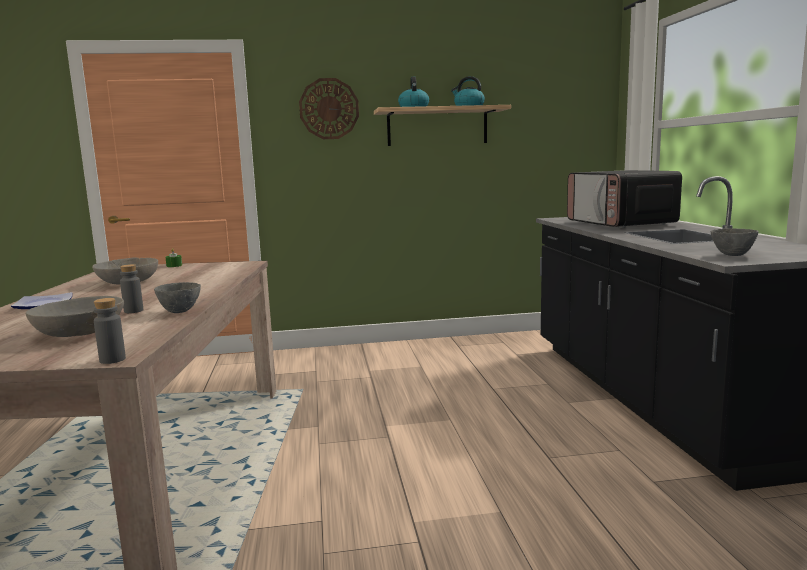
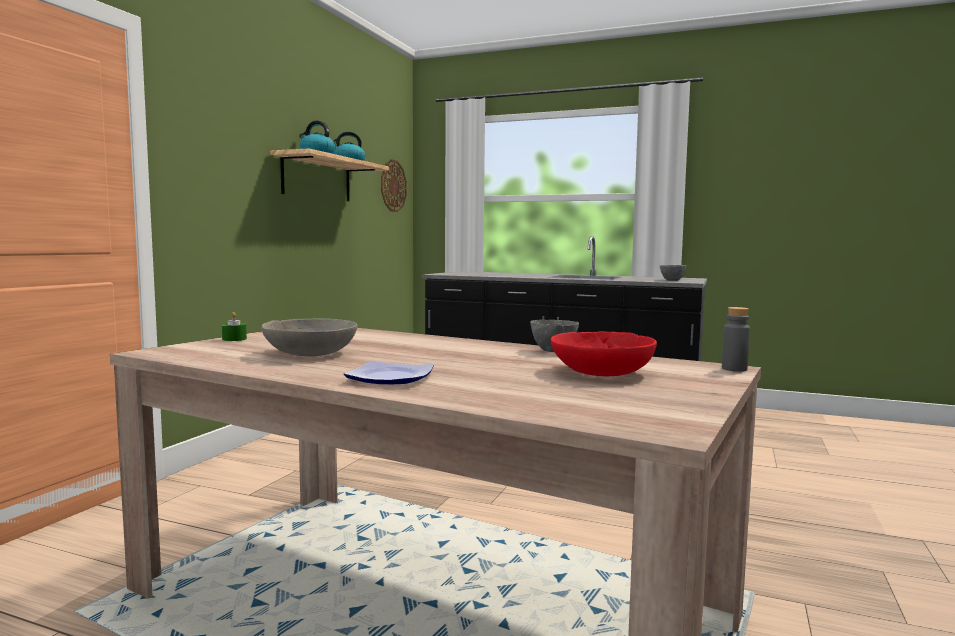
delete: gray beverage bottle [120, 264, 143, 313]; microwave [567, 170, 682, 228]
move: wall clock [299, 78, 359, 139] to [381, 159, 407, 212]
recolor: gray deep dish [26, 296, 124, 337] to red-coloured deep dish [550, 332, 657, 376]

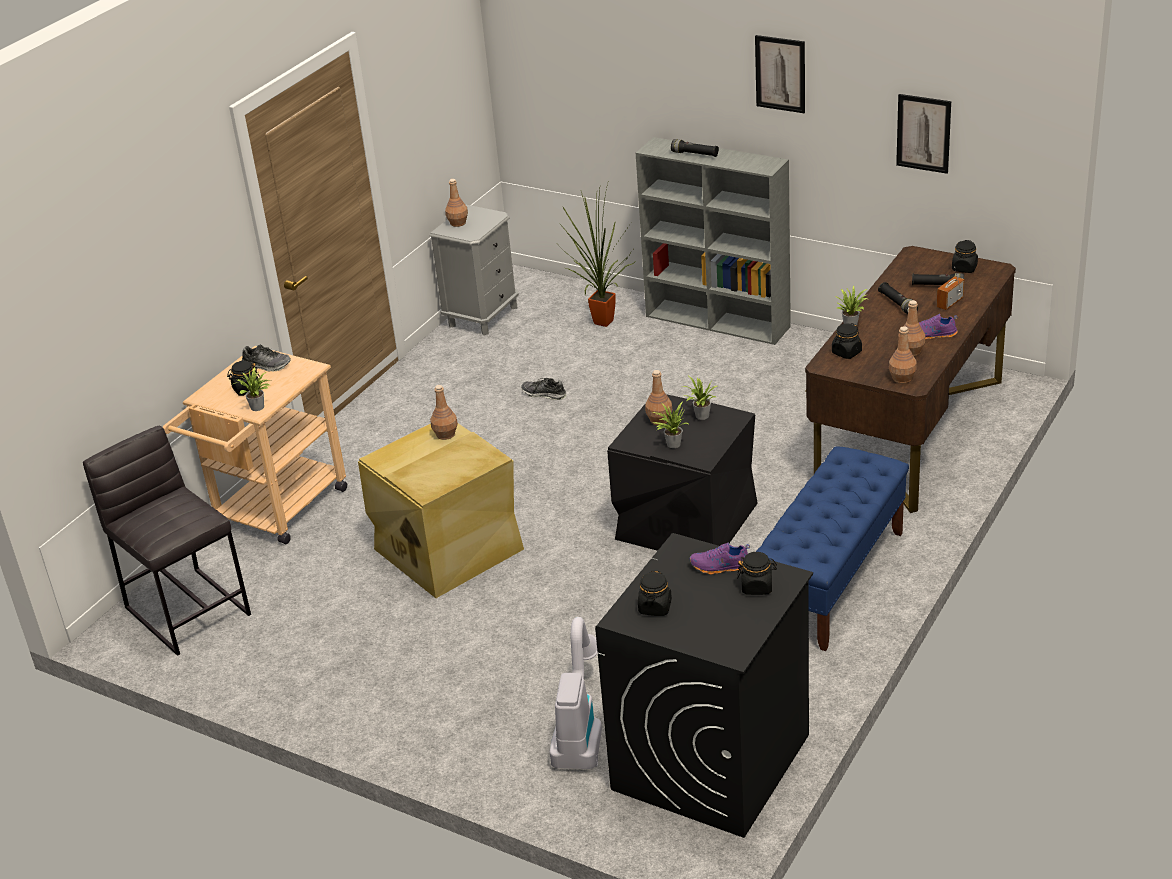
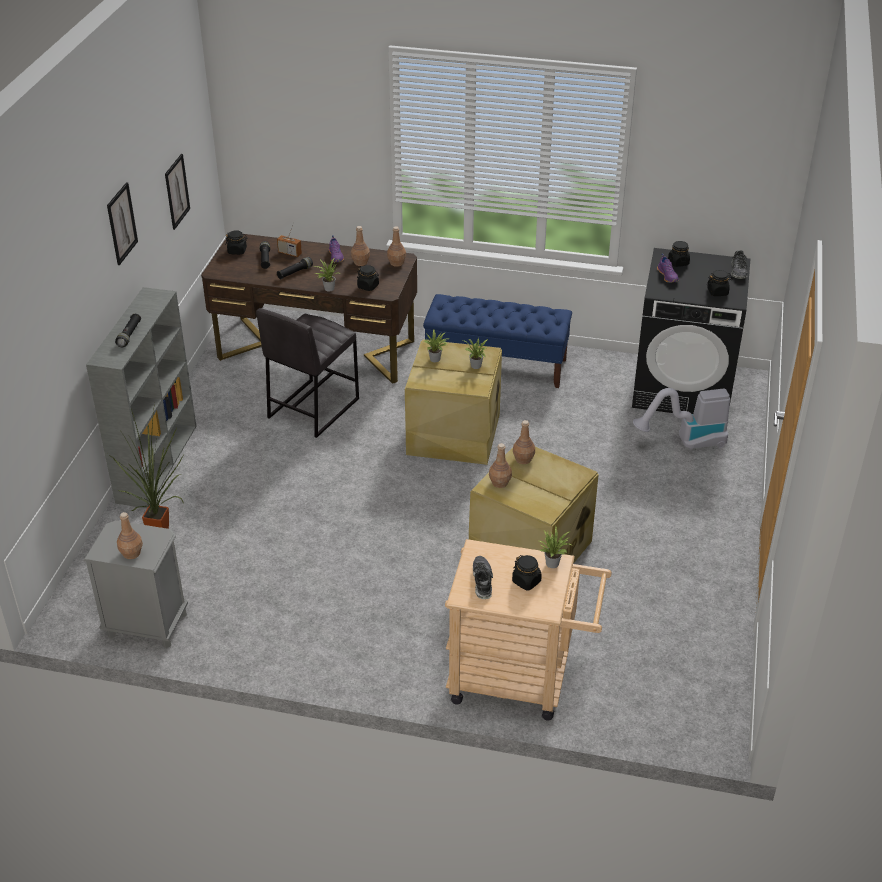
move: gray stool seat [83, 426, 251, 656] to [256, 308, 359, 438]; low shoe [521, 378, 567, 400] to [731, 250, 748, 279]; brown beverage bottle [645, 370, 672, 425] to [513, 420, 535, 464]
recolor: blackish storage box [607, 394, 758, 551] to beige storage box [405, 339, 502, 465]

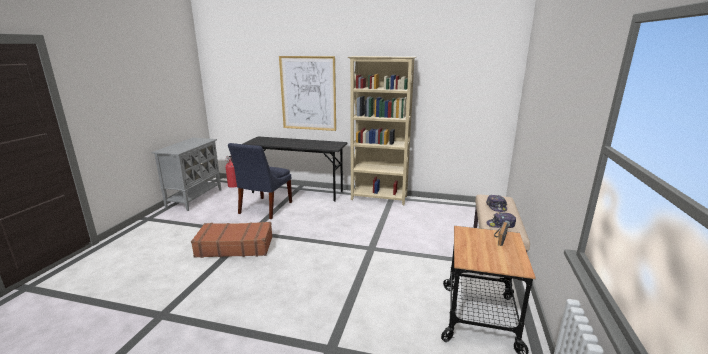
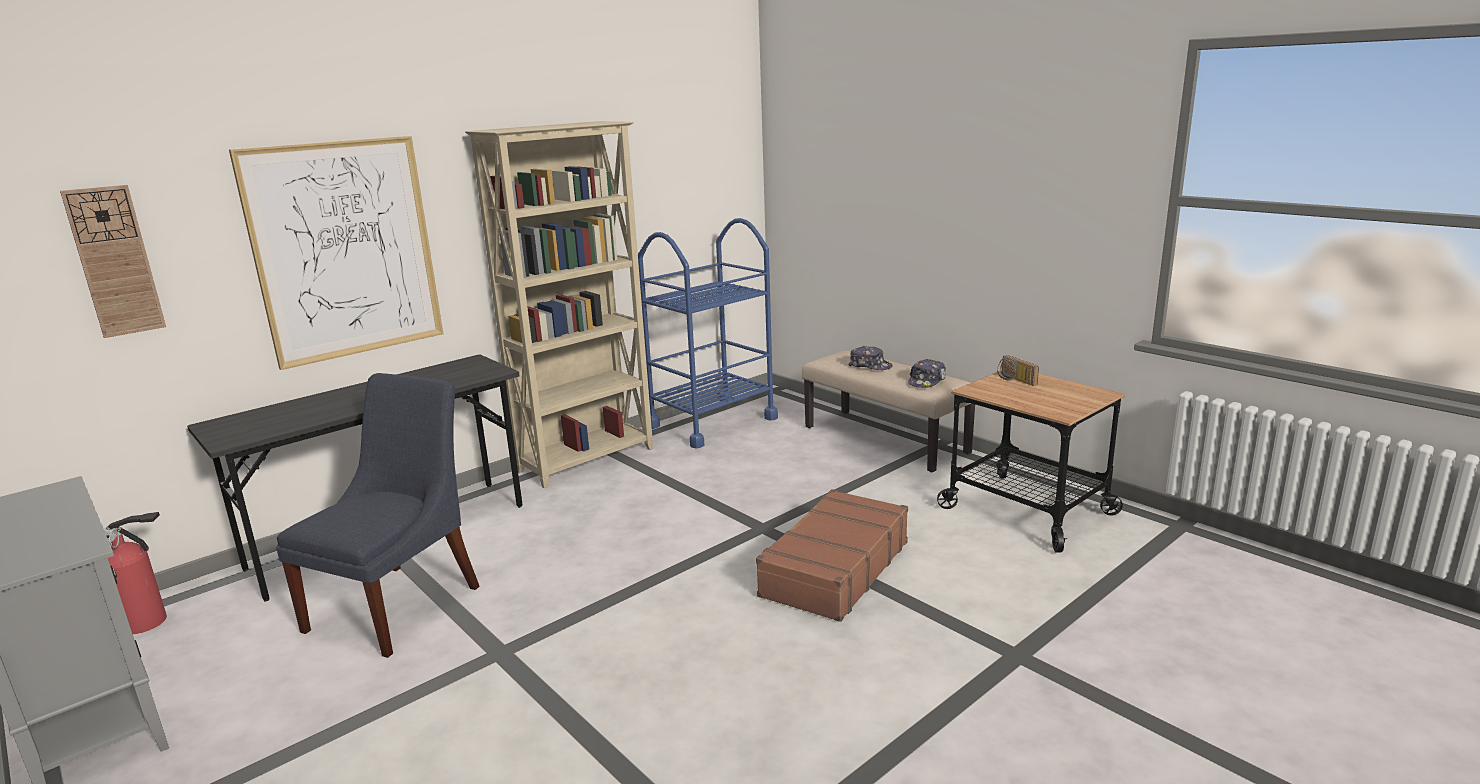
insert: wall clock [60, 185, 166, 338]; bluish wheeled cart [638, 218, 778, 449]
move: brown travel case [191, 222, 273, 258] to [756, 489, 908, 622]
rotate: bluish chair [228, 143, 292, 219] = [276, 373, 479, 658] 120 degrees counterclockwise

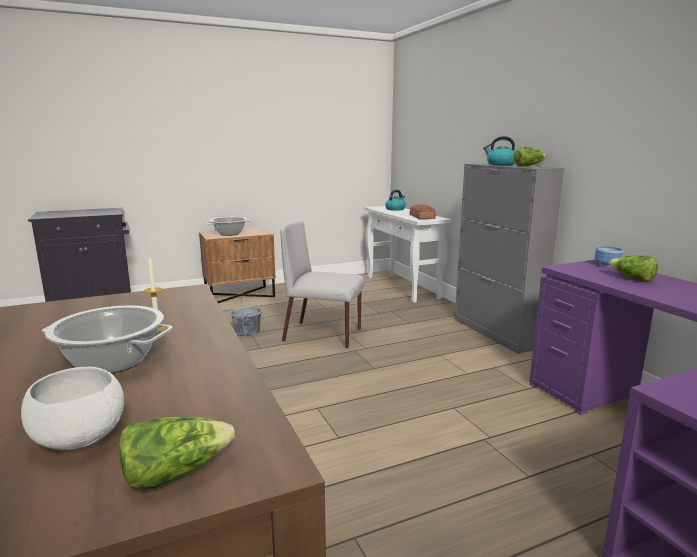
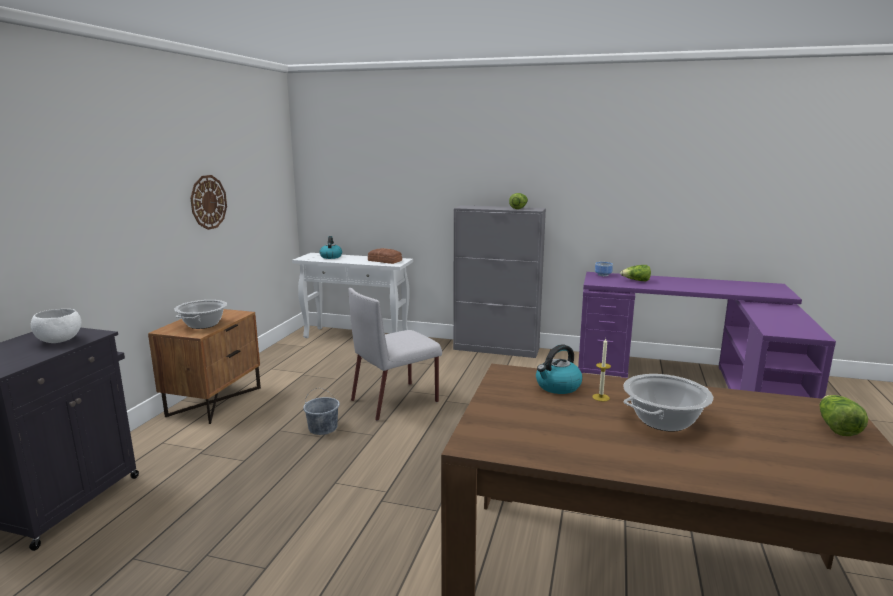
insert: wall clock [190, 175, 227, 230]
move: white-coloured deep dish [21, 367, 124, 450] to [31, 309, 81, 343]; tea kettle [483, 136, 515, 165] to [536, 344, 583, 394]

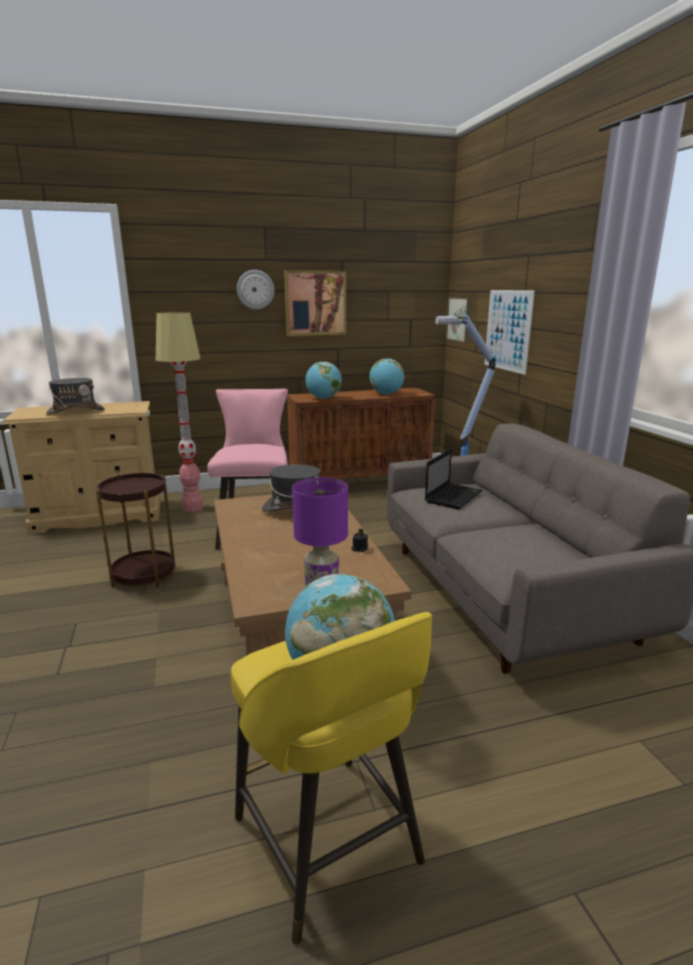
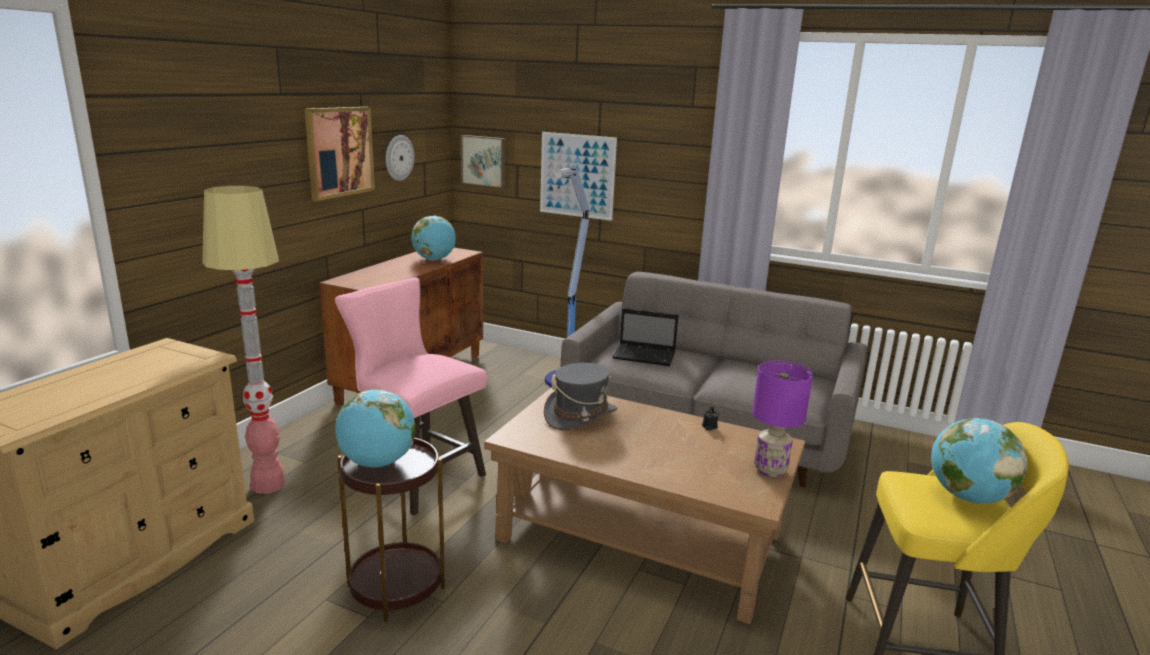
delete: gray hat [46, 378, 105, 415]
move: wall clock [237, 270, 274, 309] to [386, 135, 414, 181]; world globe [305, 362, 342, 399] to [335, 389, 416, 467]
rotate: portable computer [425, 449, 483, 509] = [612, 308, 678, 366] 120 degrees clockwise

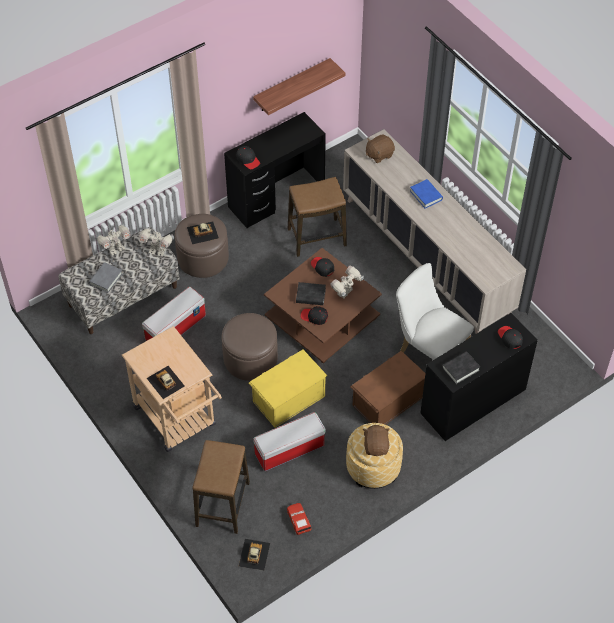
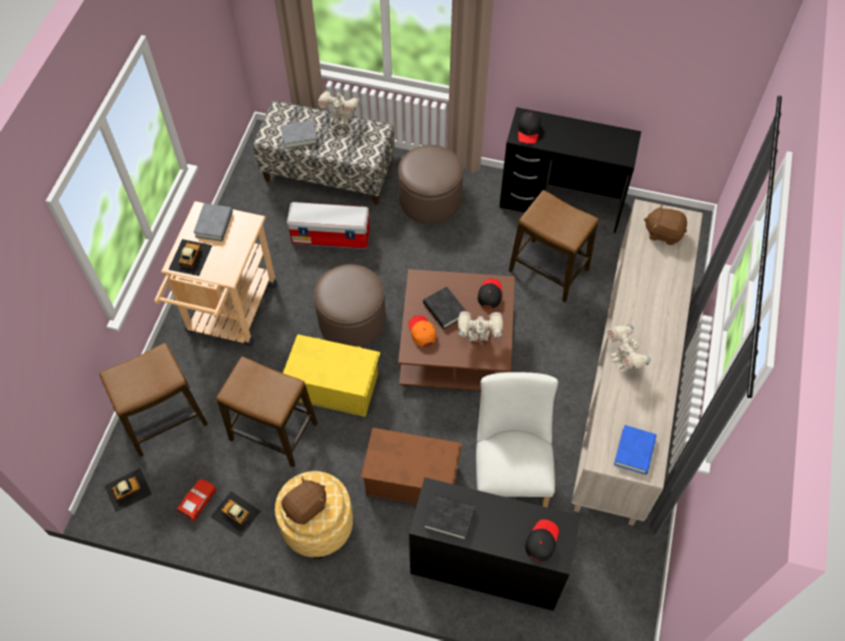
delete: bracket shelf [253, 58, 346, 115]
insert: gray bound book [193, 203, 233, 241]
move: robot figure [139, 227, 174, 256] to [607, 324, 651, 372]; toy car [187, 222, 219, 244] to [210, 491, 261, 538]; bluish bound book [410, 179, 443, 208] to [614, 425, 657, 474]
replace: storage box [253, 412, 326, 471] to stool seat [217, 357, 318, 467]
recolor: blackish peaked cap [300, 306, 328, 325] to orange-coloured peaked cap [409, 315, 436, 347]

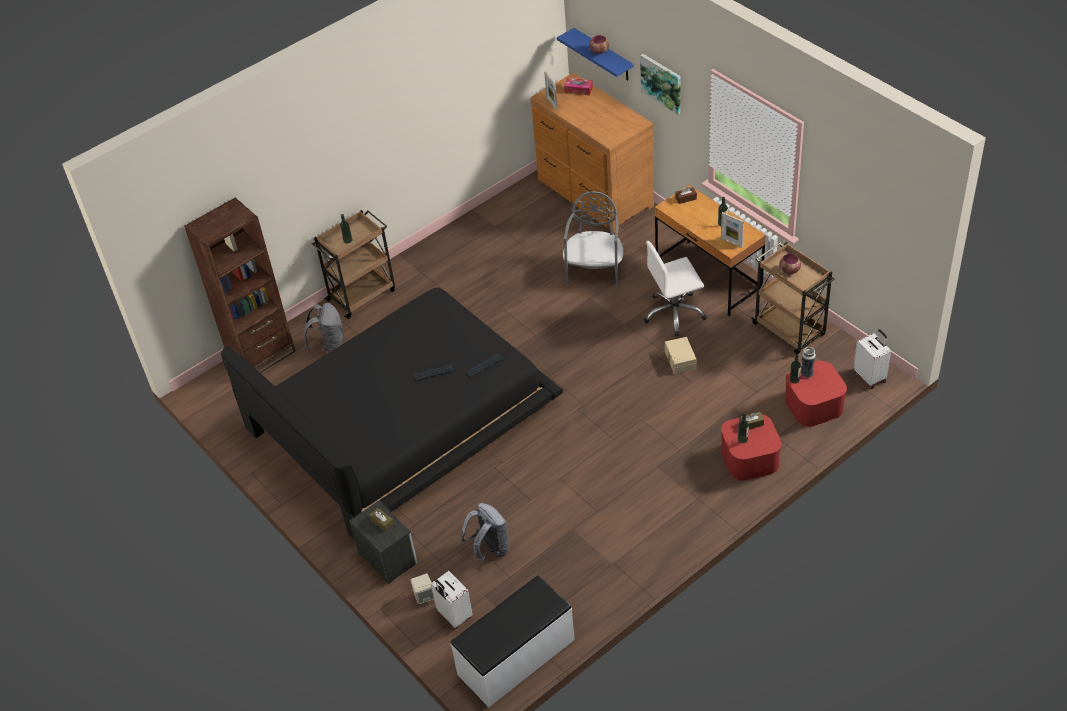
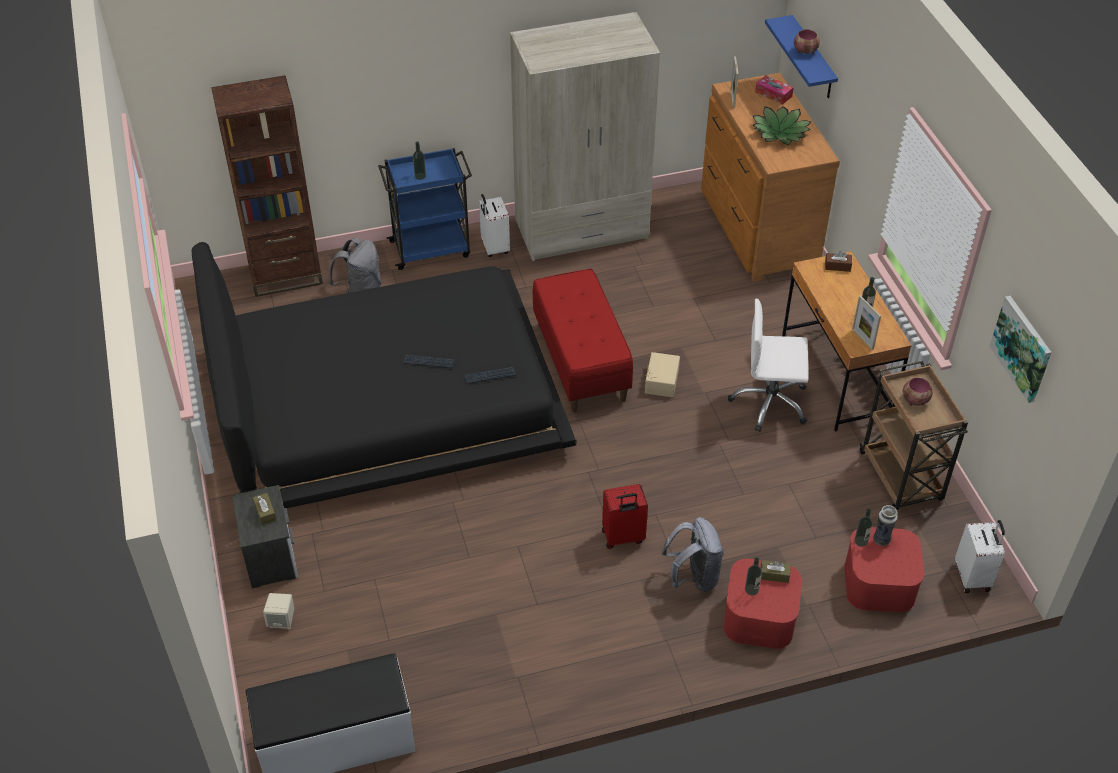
delete: gray chair [563, 191, 623, 288]
insert: beige armoire [510, 12, 660, 261]; red-coloured indoor bench [532, 269, 633, 412]; red-coloured travel case [602, 484, 648, 549]; potted plant [753, 106, 811, 145]
move: white-coloured travel case [431, 571, 473, 629] to [479, 194, 510, 257]; gray rucksack [461, 503, 509, 563] to [662, 517, 724, 592]; wall picture [640, 54, 680, 115] to [990, 296, 1052, 403]; beige storage box [665, 337, 696, 374] to [645, 352, 680, 397]
recolor: brown wheeled cart [311, 210, 395, 319] to bluish wheeled cart [378, 148, 472, 270]

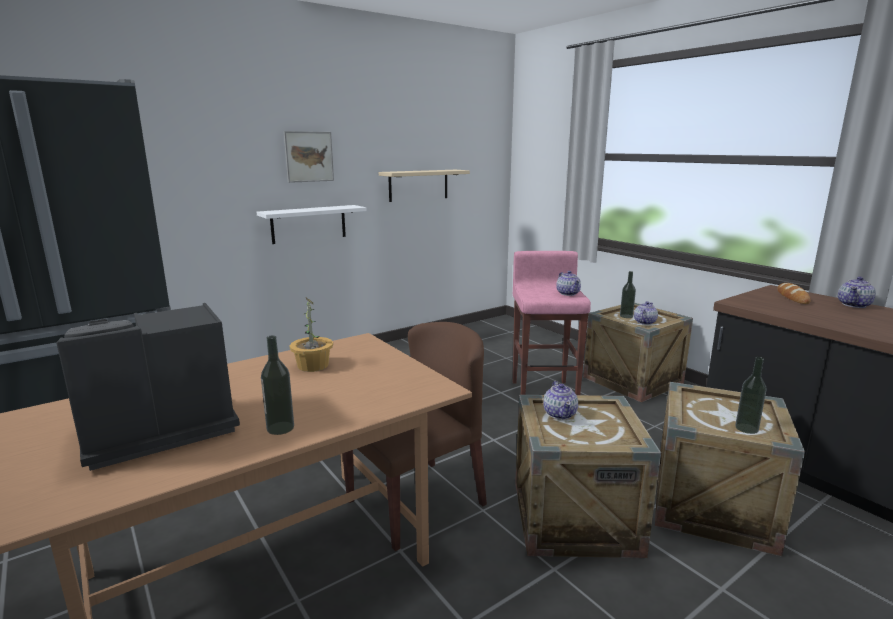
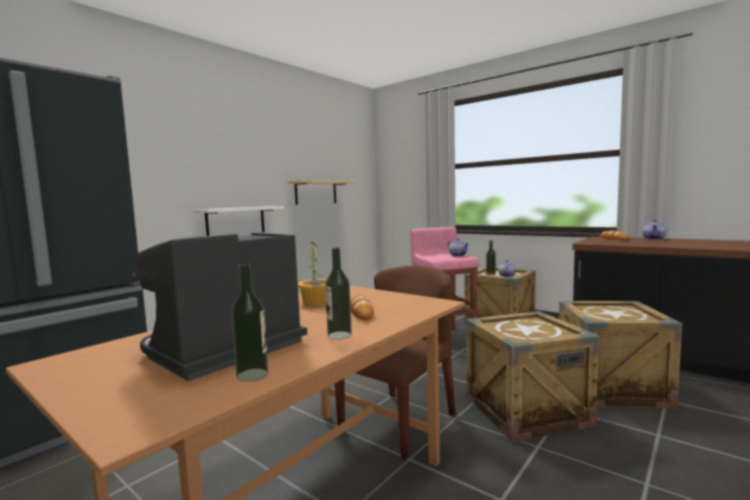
delete: wall picture [284, 131, 334, 183]; tea pot [543, 381, 578, 420]
insert: bread [350, 295, 374, 320]
move: beverage bottle [735, 357, 767, 434] to [231, 264, 268, 382]

